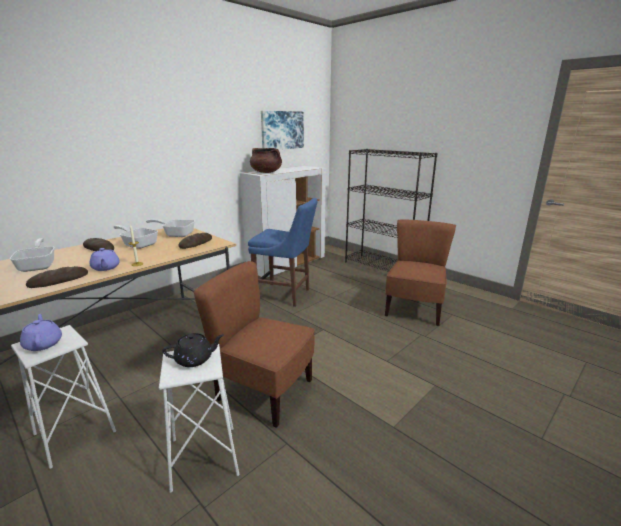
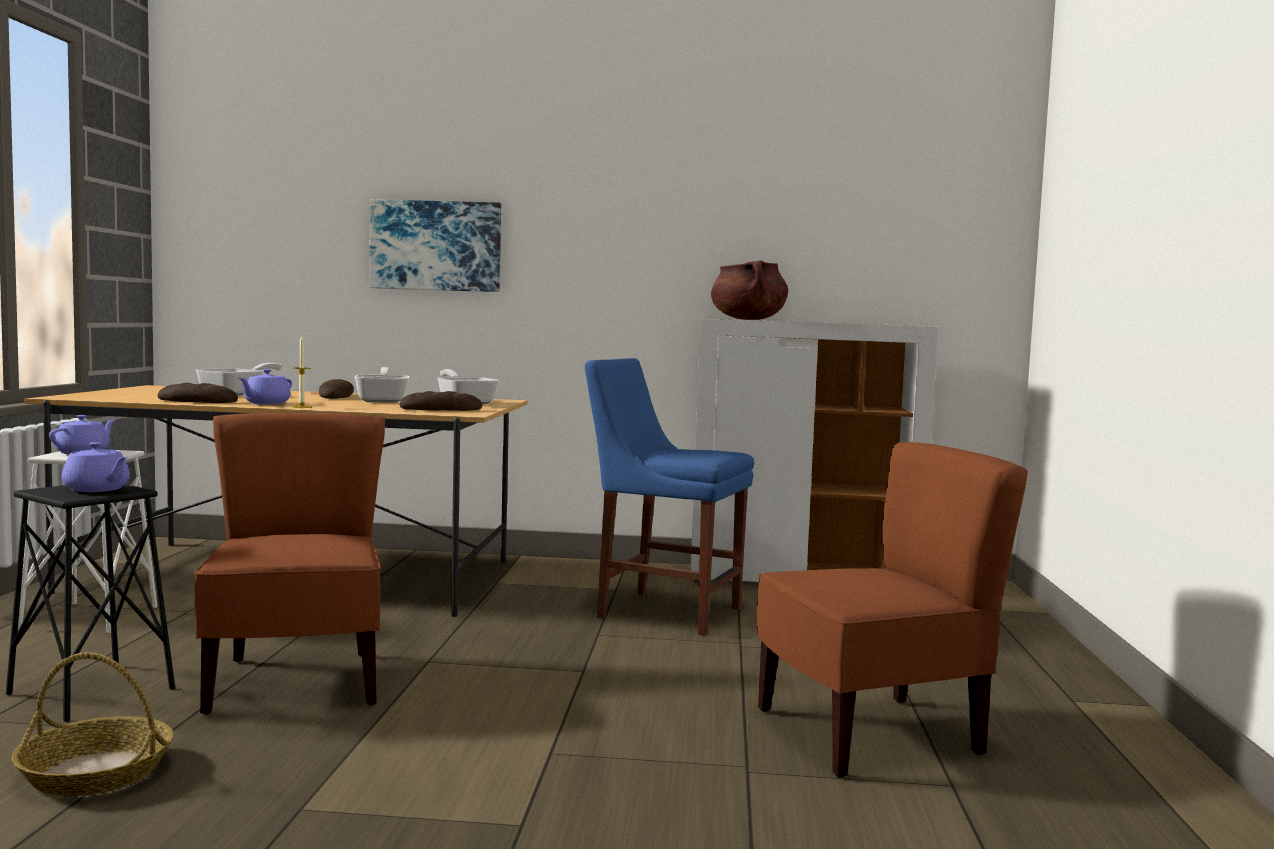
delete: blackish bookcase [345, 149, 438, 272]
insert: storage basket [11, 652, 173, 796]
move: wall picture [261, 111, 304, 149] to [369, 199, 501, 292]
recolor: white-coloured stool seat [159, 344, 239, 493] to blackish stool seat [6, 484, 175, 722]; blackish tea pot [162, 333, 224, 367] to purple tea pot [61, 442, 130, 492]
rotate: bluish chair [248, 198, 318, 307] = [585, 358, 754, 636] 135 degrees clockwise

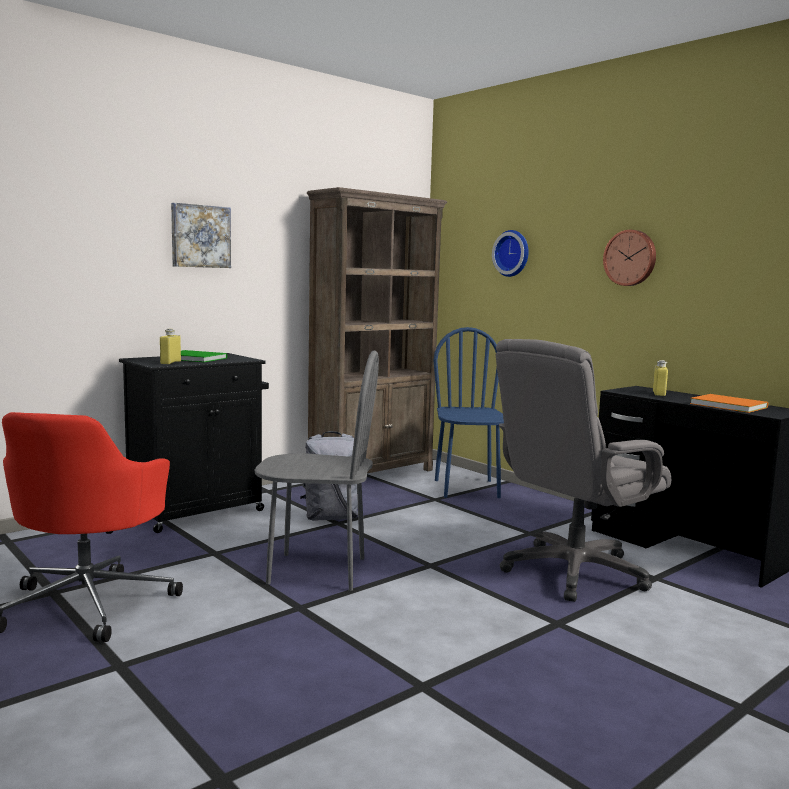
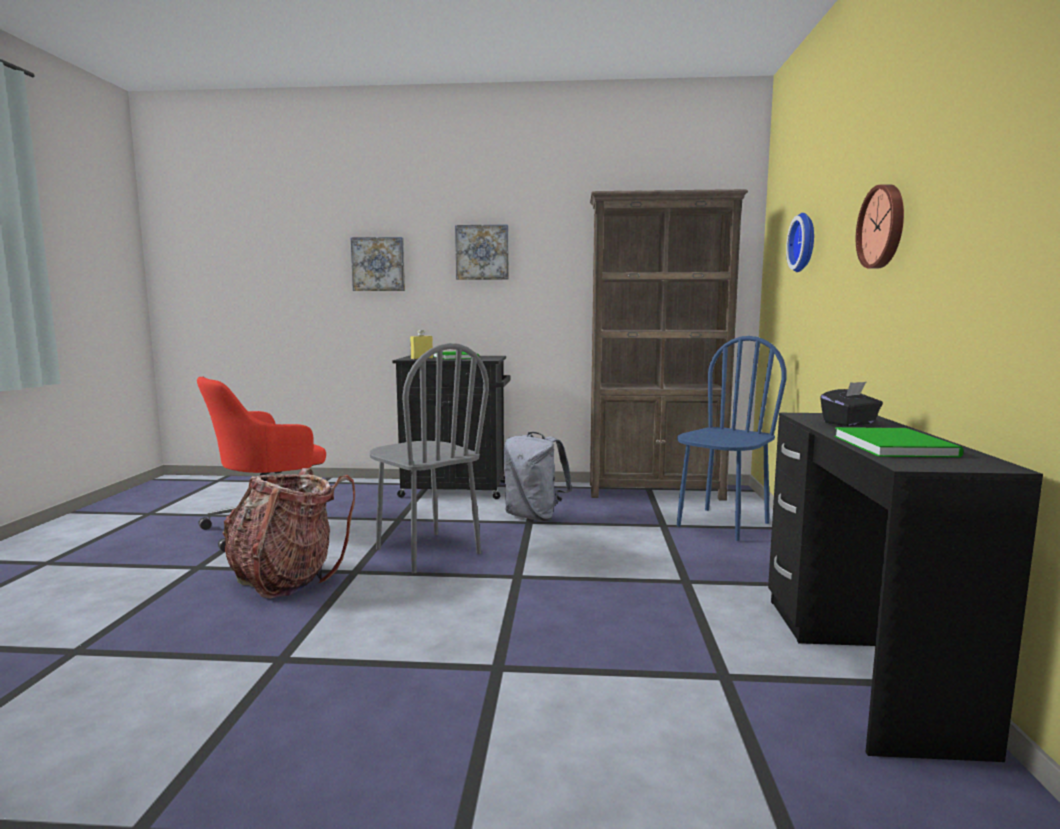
delete: gray desk chair [496, 339, 671, 602]
insert: rucksack [223, 468, 355, 599]; wall picture [351, 237, 405, 291]
replace: yellowish beverage bottle [653, 360, 668, 396] to blackish tissue holder [820, 381, 883, 426]
recolor: orange-coloured bound book [690, 394, 768, 413] to greenish bound book [834, 427, 964, 457]

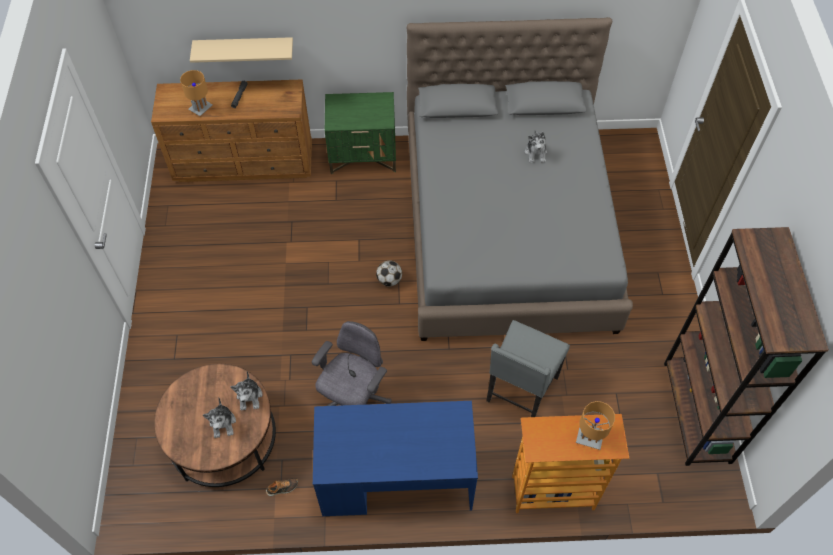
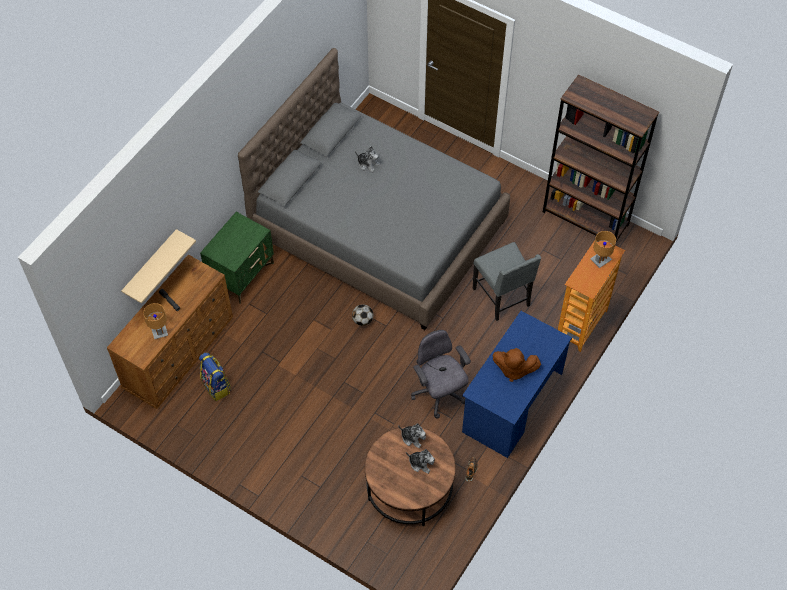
insert: rucksack [199, 352, 231, 401]; brown cuddly toy [492, 348, 541, 382]

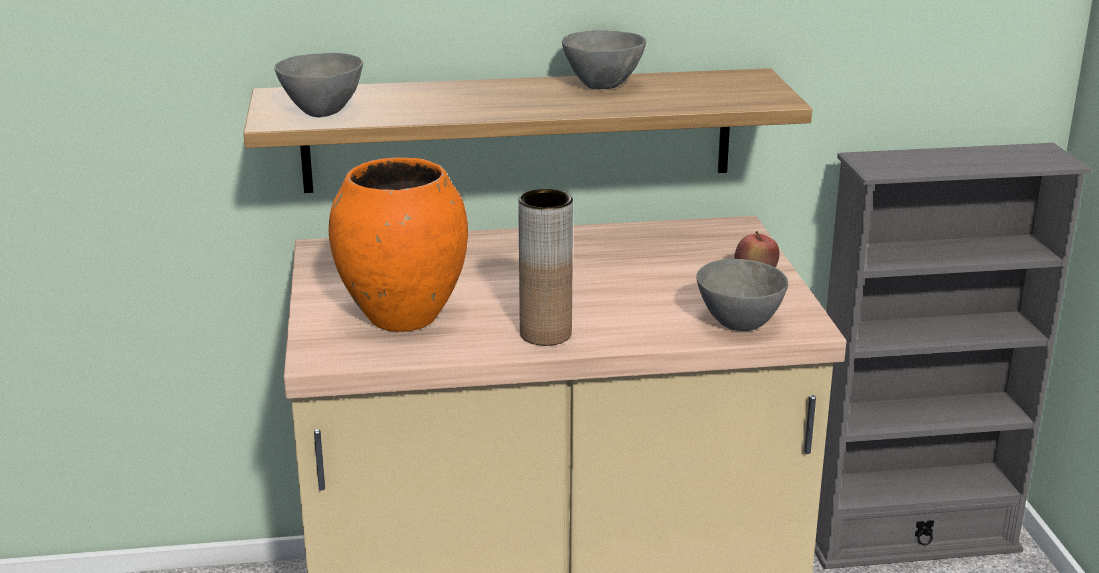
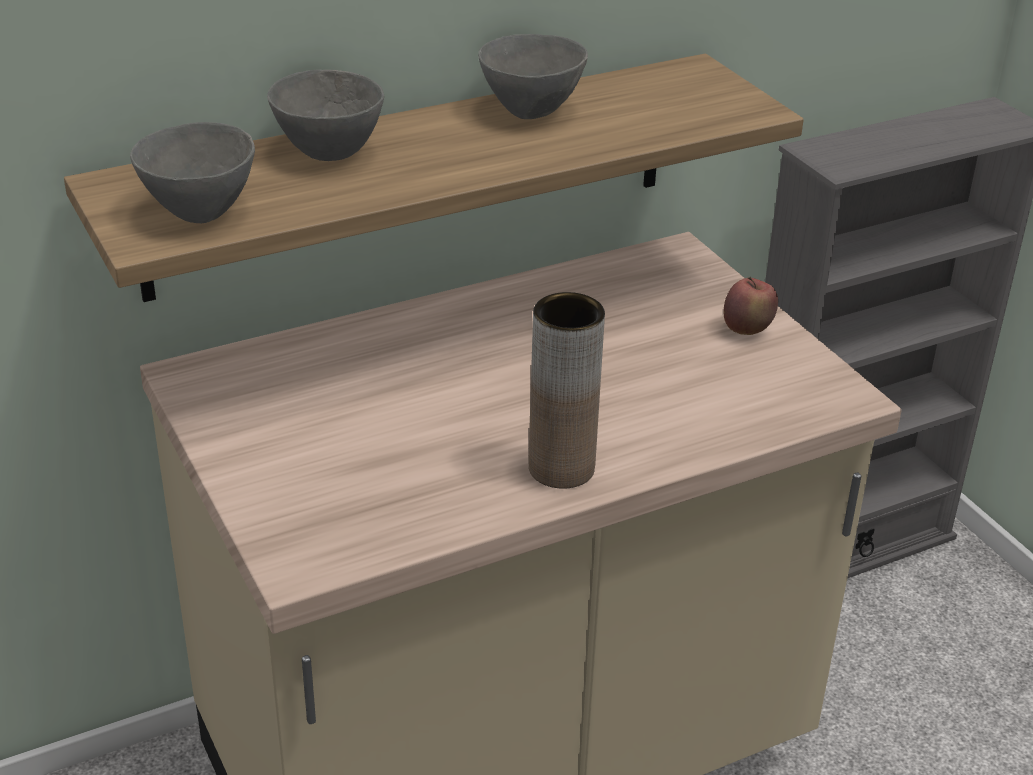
delete: orange-coloured flower vase [329, 157, 468, 332]
move: gray deep dish [696, 259, 788, 331] to [267, 70, 384, 161]

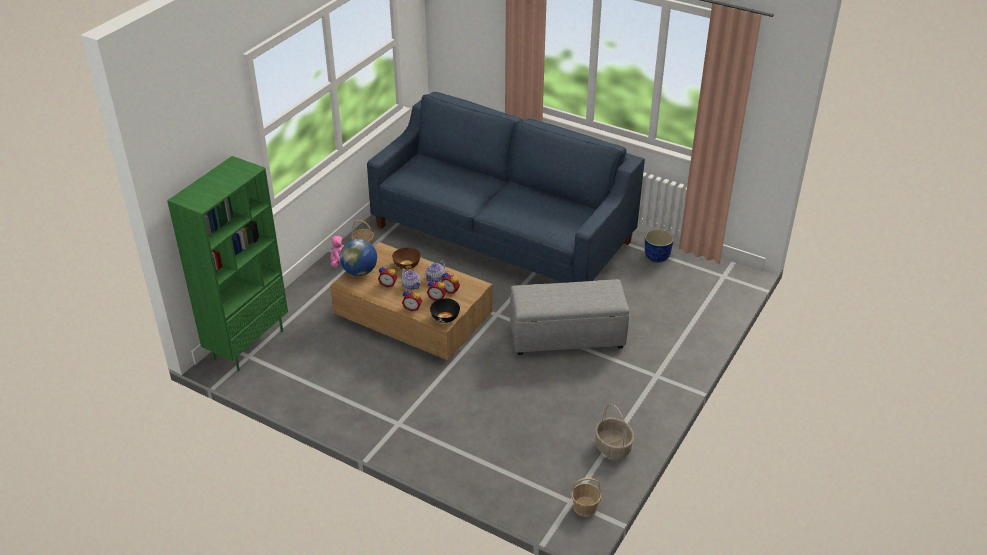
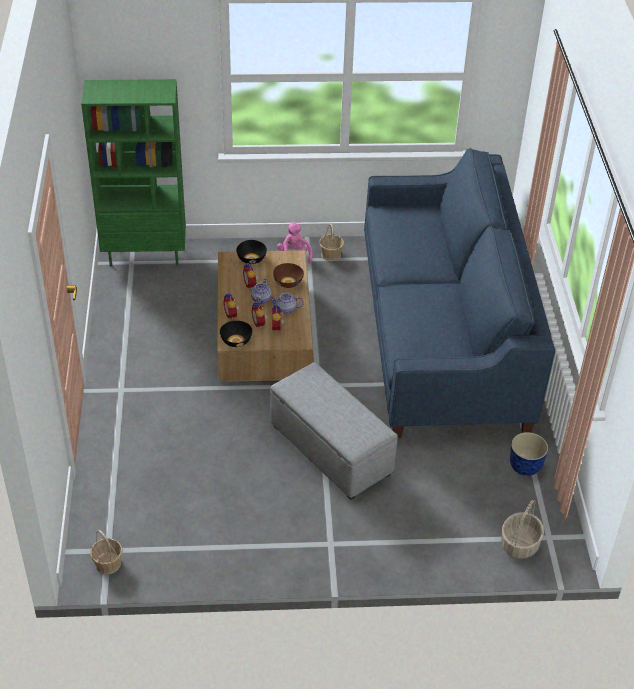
move: storage basket [595, 403, 634, 459] to [501, 500, 544, 558]
replace: world globe [340, 239, 377, 276] to blackish deep dish [236, 240, 267, 264]

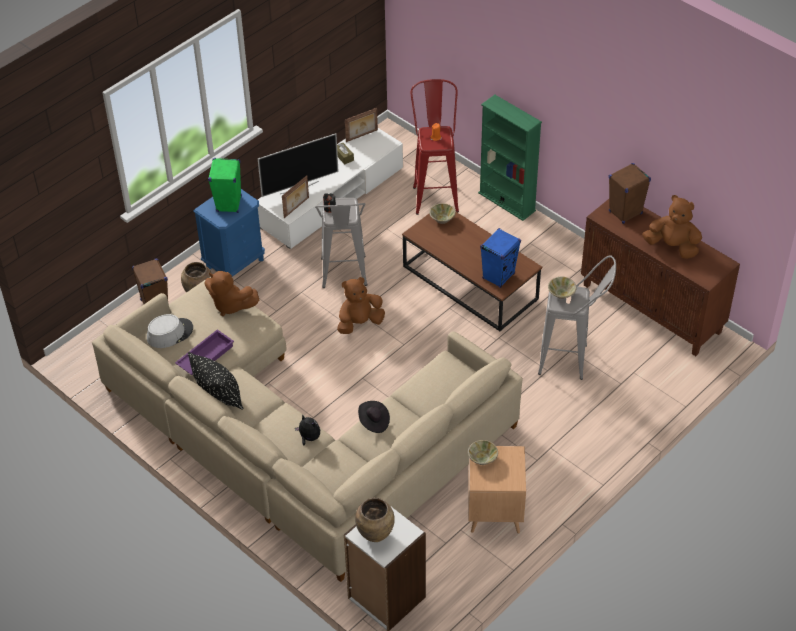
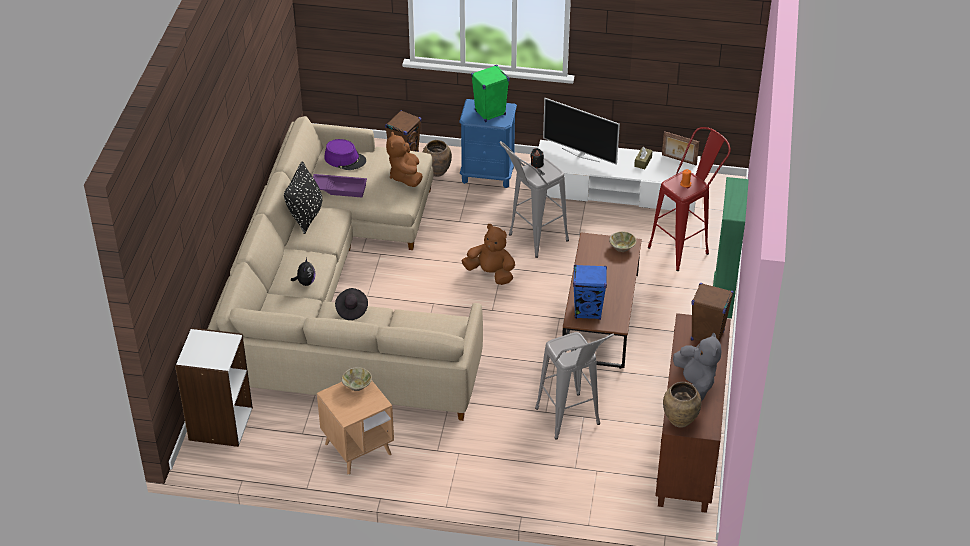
delete: standing frame [282, 175, 309, 218]; beige deep dish [548, 277, 577, 299]
move: brown flower vase [355, 498, 395, 542] to [663, 382, 701, 428]
recolor: gray hat [147, 314, 193, 348] to purple hat [324, 139, 366, 170]; brown cuddly toy [642, 195, 702, 259] to gray cuddly toy [673, 332, 722, 401]

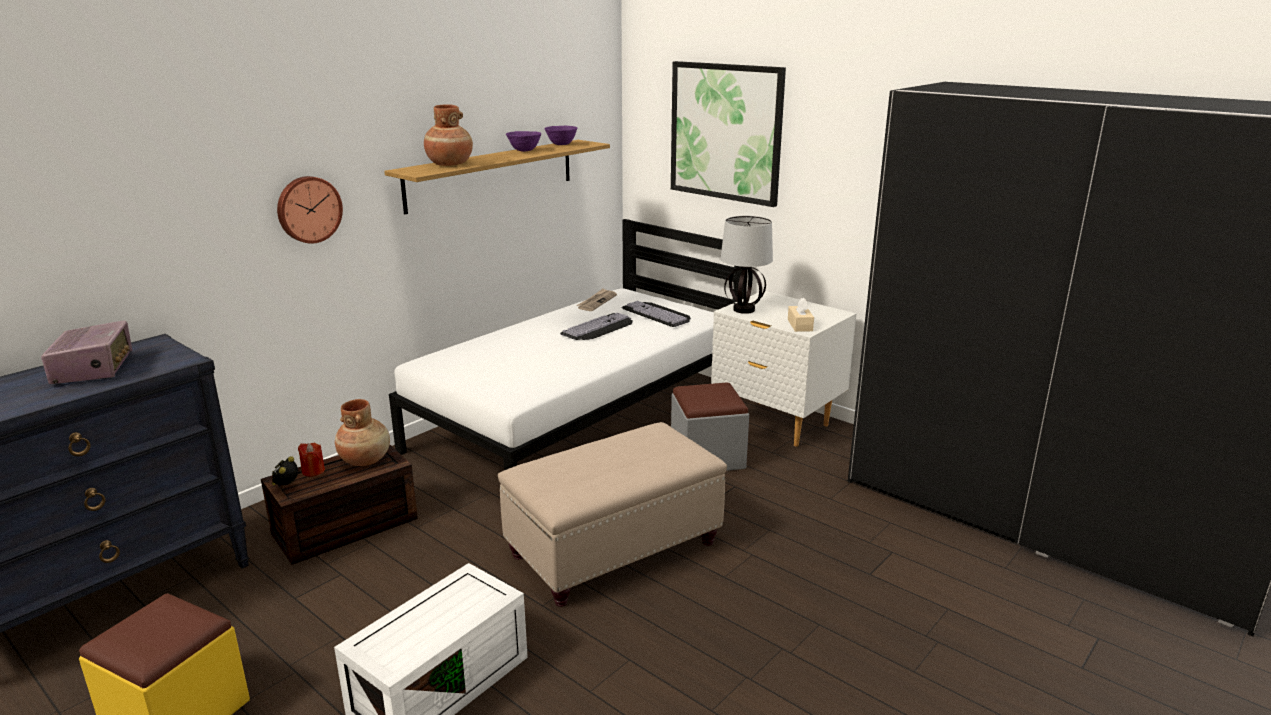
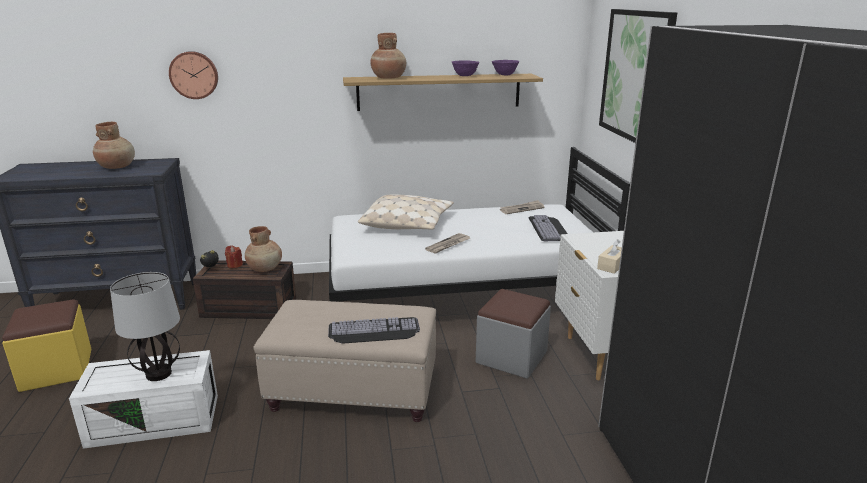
insert: beige throw pillow [358, 194, 454, 230]; printed paper [425, 233, 470, 254]
move: wall clock [277, 176, 343, 244] to [169, 51, 218, 99]; keyboard [560, 313, 633, 340] to [328, 317, 420, 344]; tabletop lamp [720, 216, 773, 314] to [110, 272, 180, 381]
replace: radio set [41, 321, 132, 384] to brown flower vase [93, 122, 135, 169]

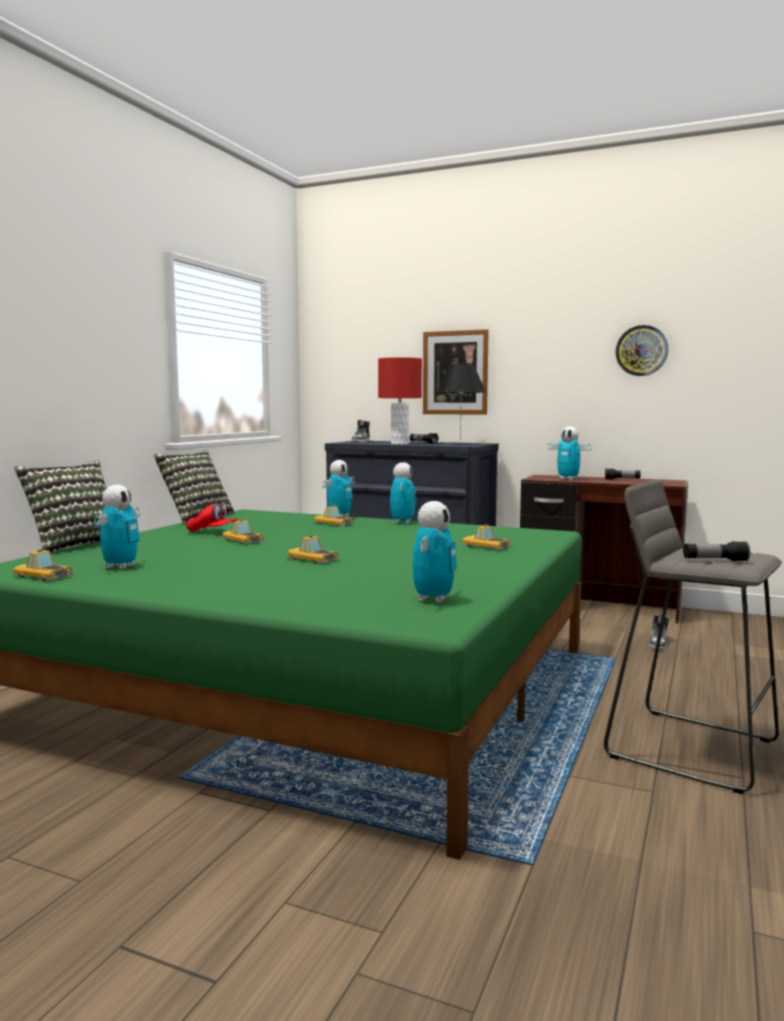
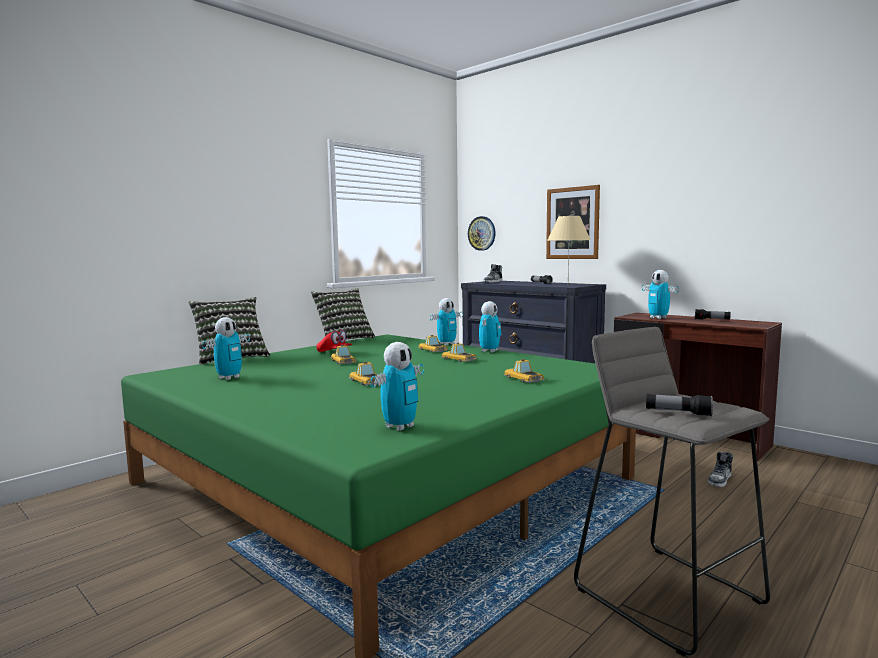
delete: red-coloured tabletop lamp [378, 357, 422, 445]
move: toy car [13, 549, 74, 581] to [442, 343, 477, 362]; wall clock [616, 325, 668, 376] to [468, 216, 496, 251]
recolor: blackish tabletop lamp [437, 364, 486, 444] to beige tabletop lamp [547, 216, 590, 273]

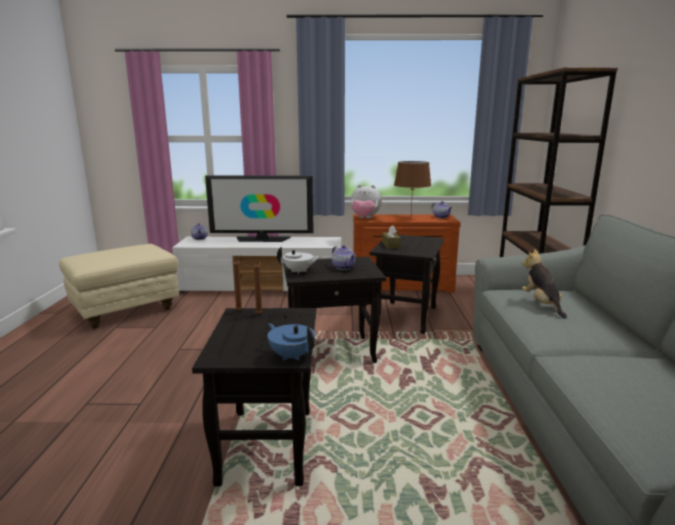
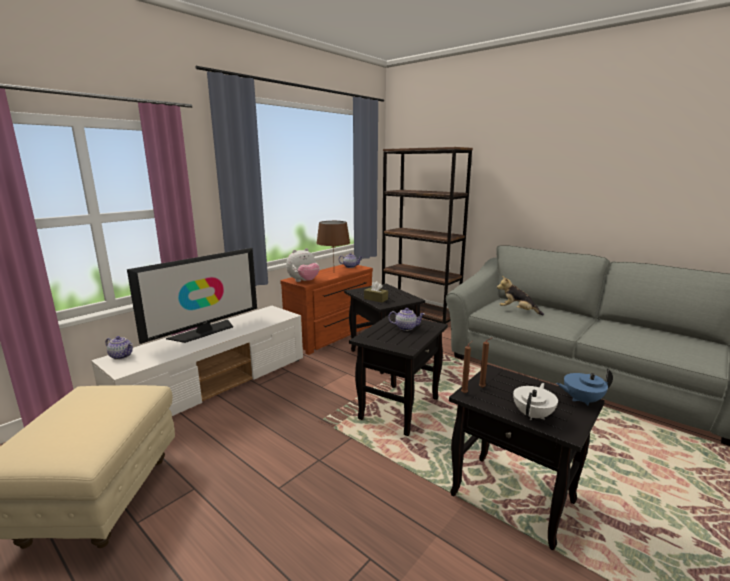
move: white-coloured tea pot [277, 247, 322, 274] to [513, 383, 558, 420]

